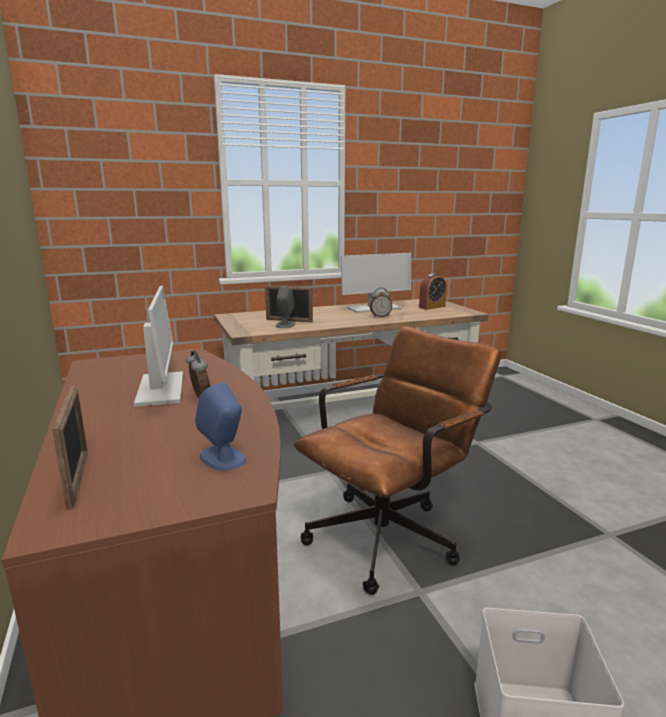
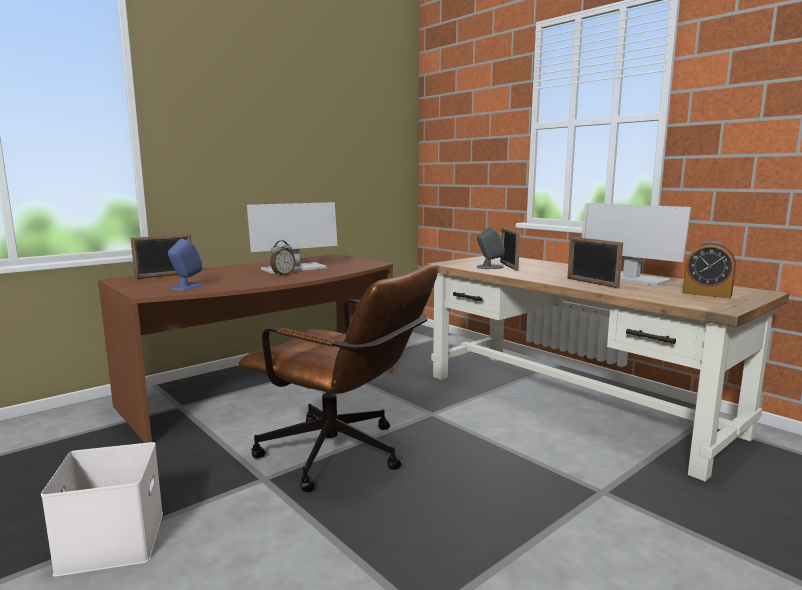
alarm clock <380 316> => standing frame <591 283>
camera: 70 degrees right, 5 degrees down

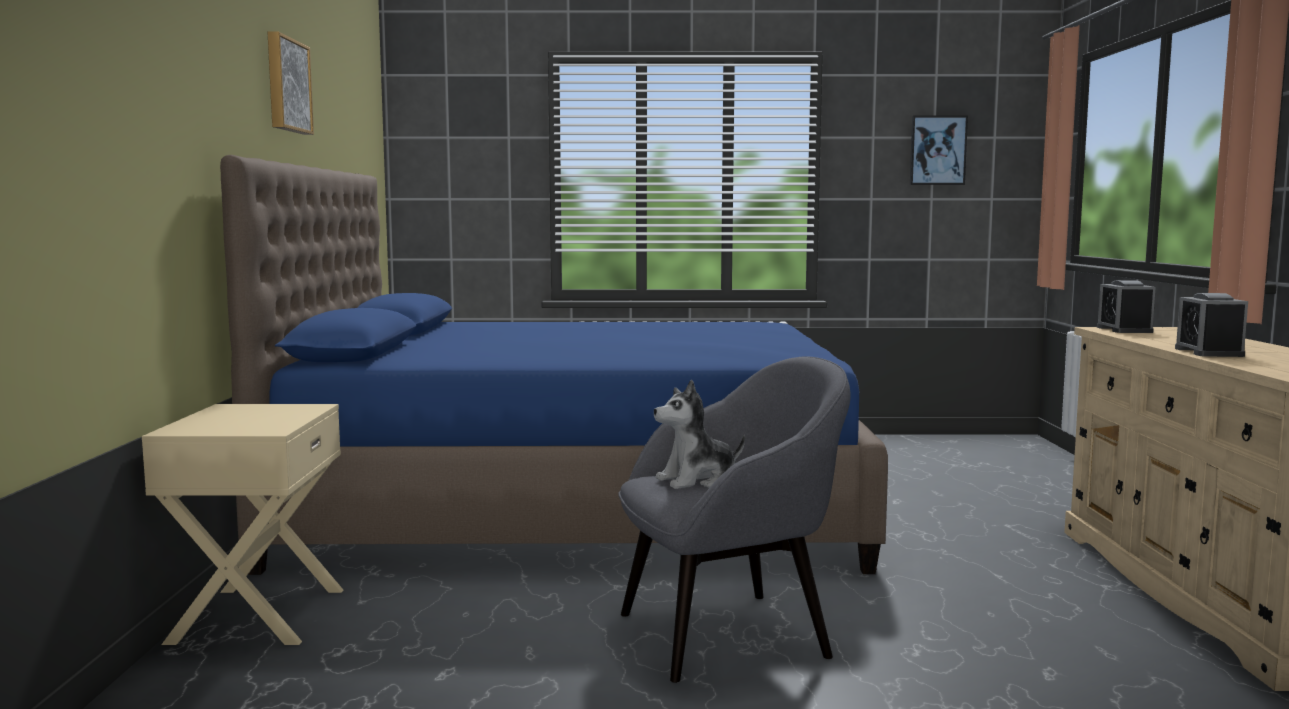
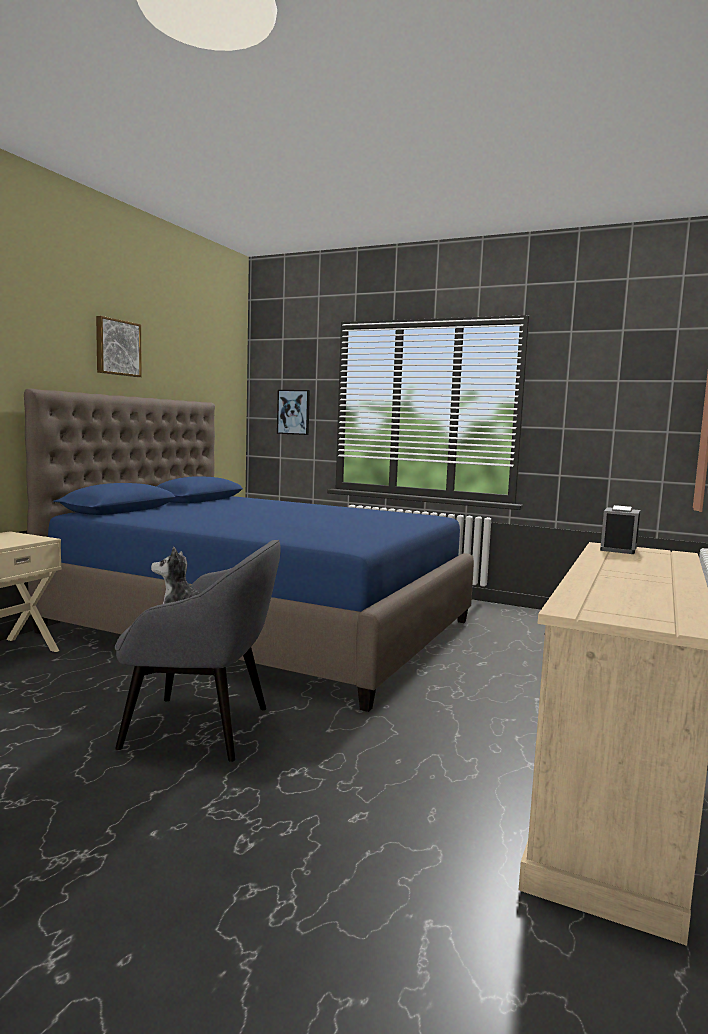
picture <937 150> => picture <293 412>, moved
alarm clock <1208 352> => nothing
camera: 25 degrees right, 0 degrees up

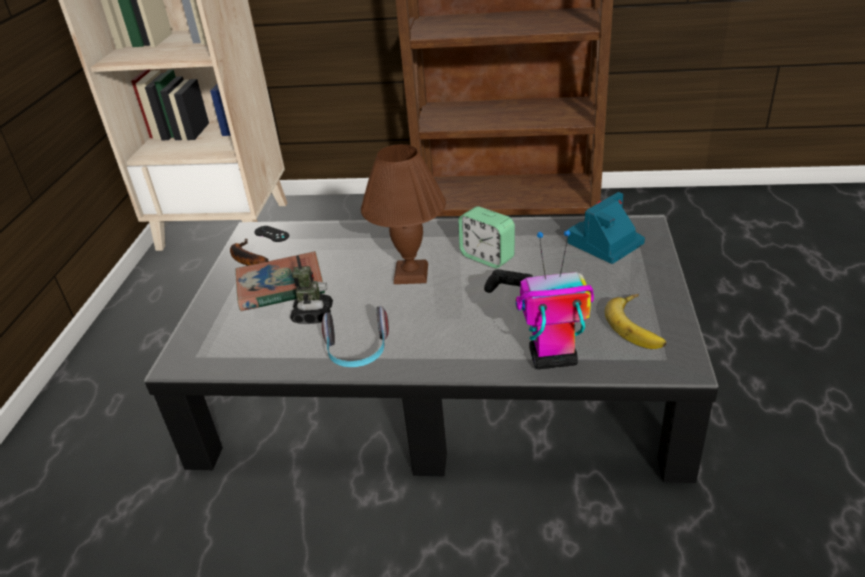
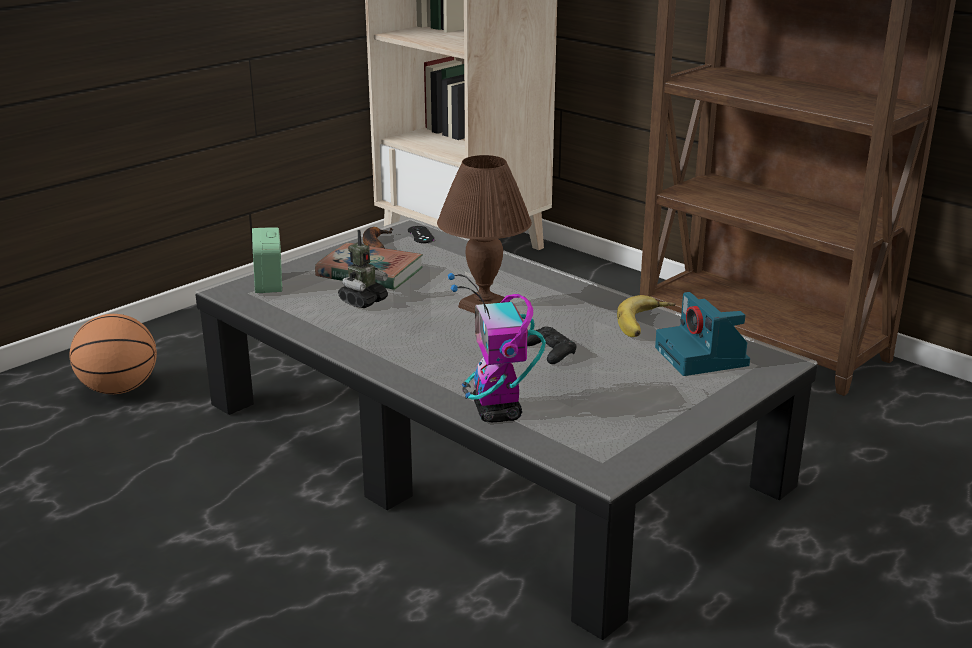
nothing => ball for basketball <119 390>
alarm clock <487 257> => alarm clock <269 284>, moved
robot figure <551 358> => robot figure <497 411>, 135 degrees counterclockwise
banana fruit <639 325> => banana fruit <646 323>, moved
still camera <605 244> => still camera <703 357>, 105 degrees counterclockwise
headset <358 352> => nothing
camera: 35 degrees right, 10 degrees down

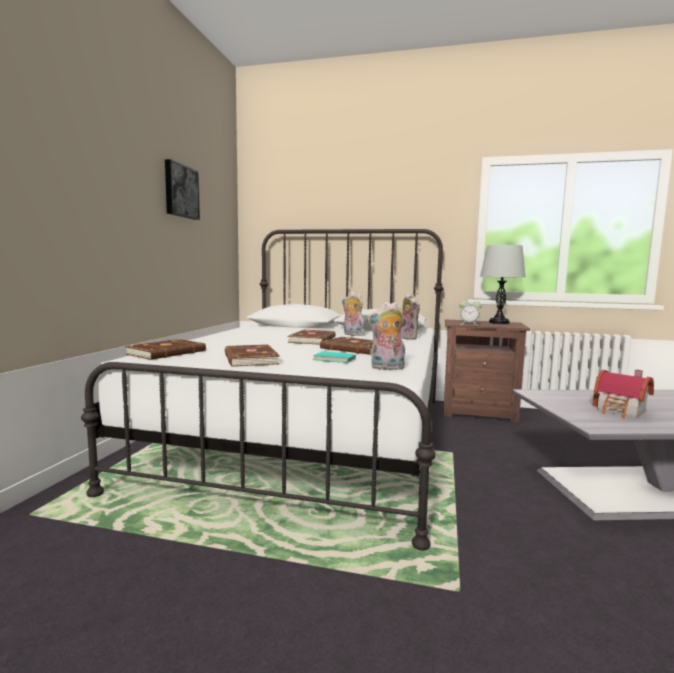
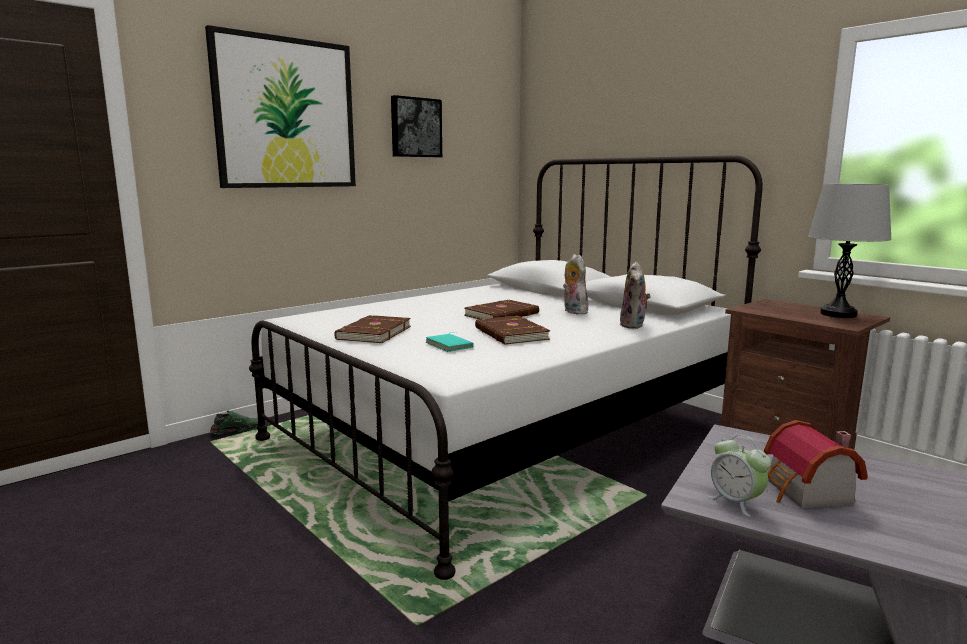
nothing => picture <286 114>
nothing => shoe/green <237 430>
alarm clock <469 324> => alarm clock <736 502>, moved
volume/brown <168 353> => nothing
plush toy <387 368> => nothing
camera: 35 degrees right, 5 degrees up

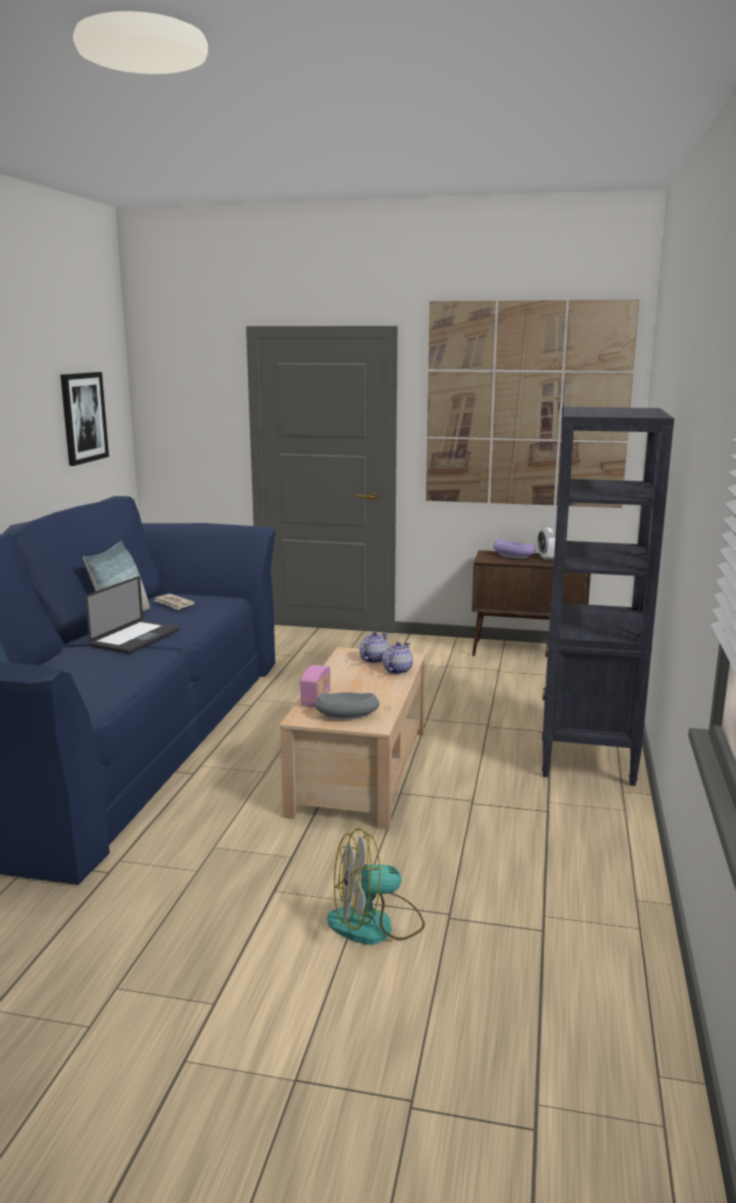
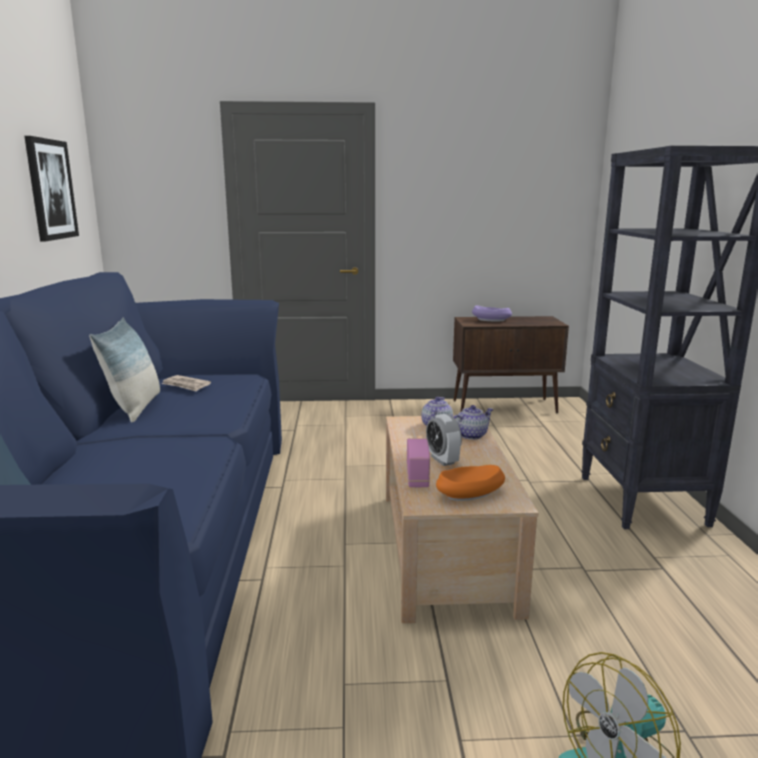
alarm clock <546 558> => alarm clock <442 460>, moved
deep dish/grey <347 716> => deep dish/orange-coloured <470 494>
tea pot <397 670> => tea pot <471 435>, 45 degrees clockwise
notebook computer <136 638> => nothing
picture <526 405> => nothing
camera: 15 degrees left, 0 degrees up

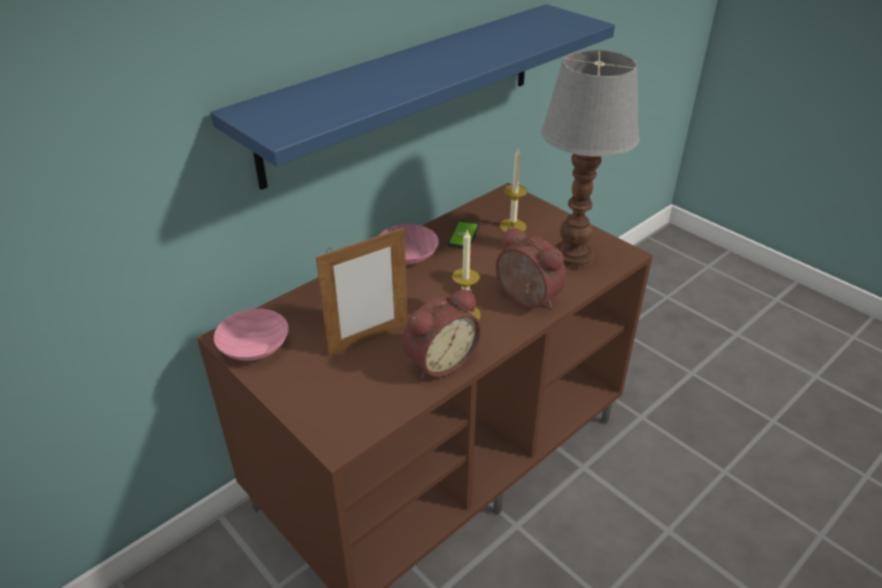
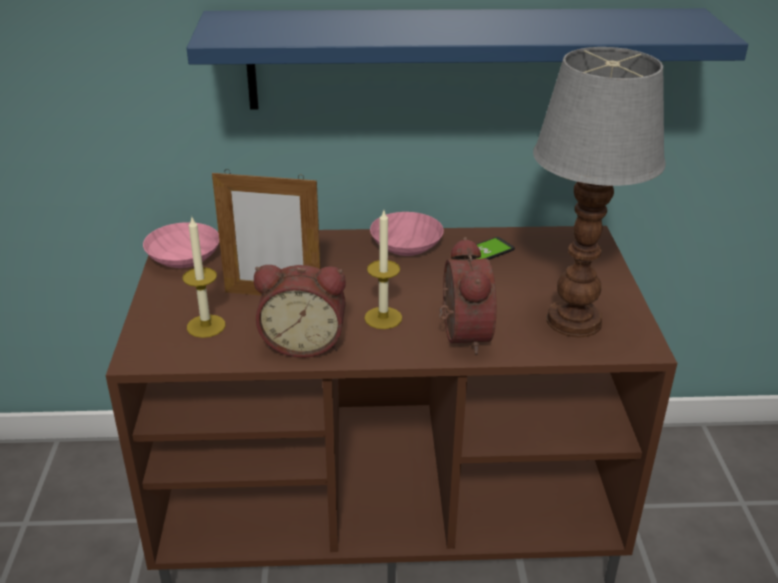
wax light <512 226> => wax light <206 326>, moved
camera: 40 degrees right, 5 degrees down

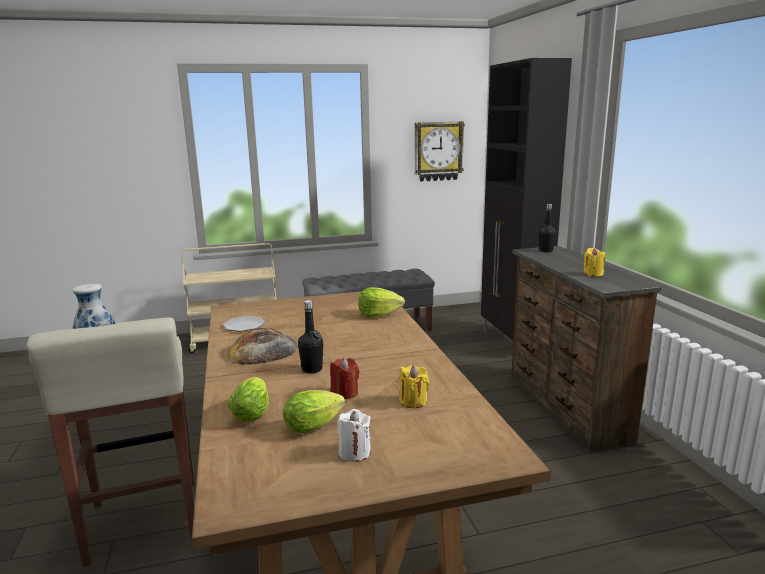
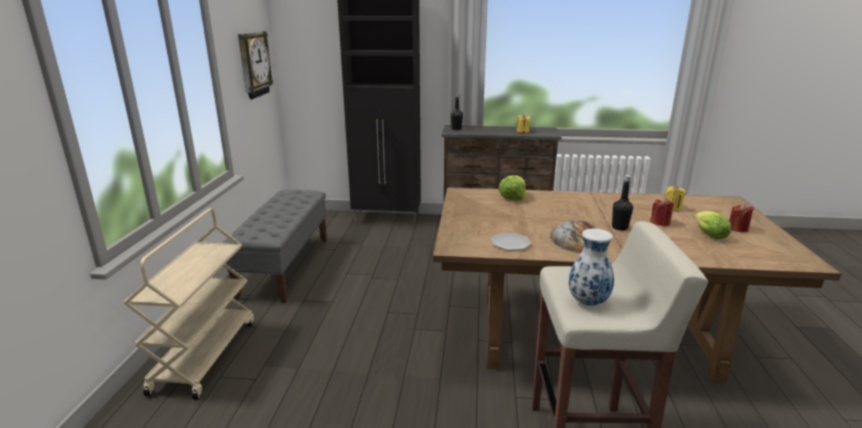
wax light/white-coloured <354 452> => wax light/red <737 229>
head of lettuce <253 412> => nothing
camera: 70 degrees left, 5 degrees up

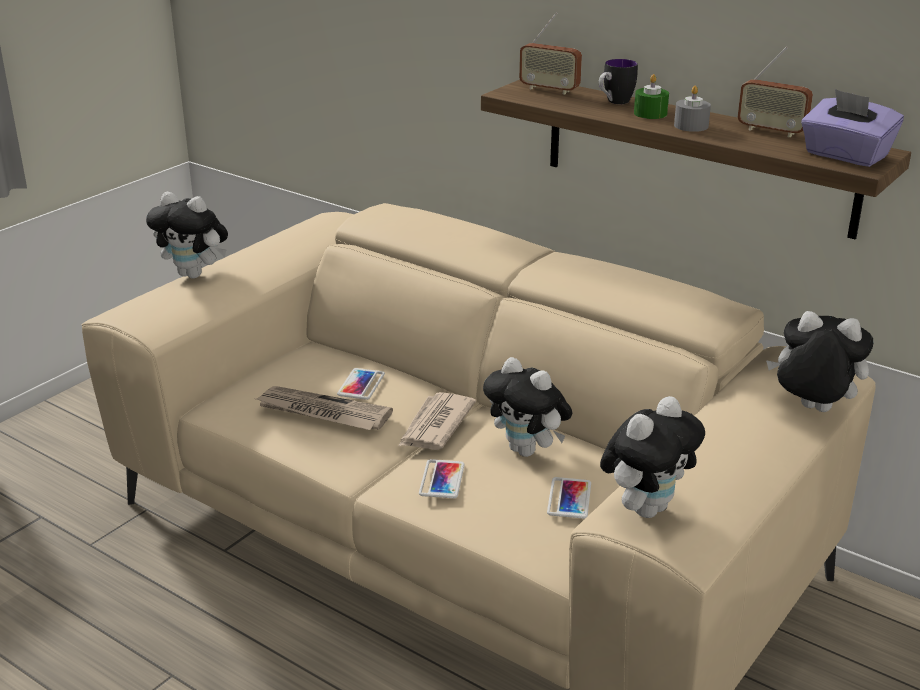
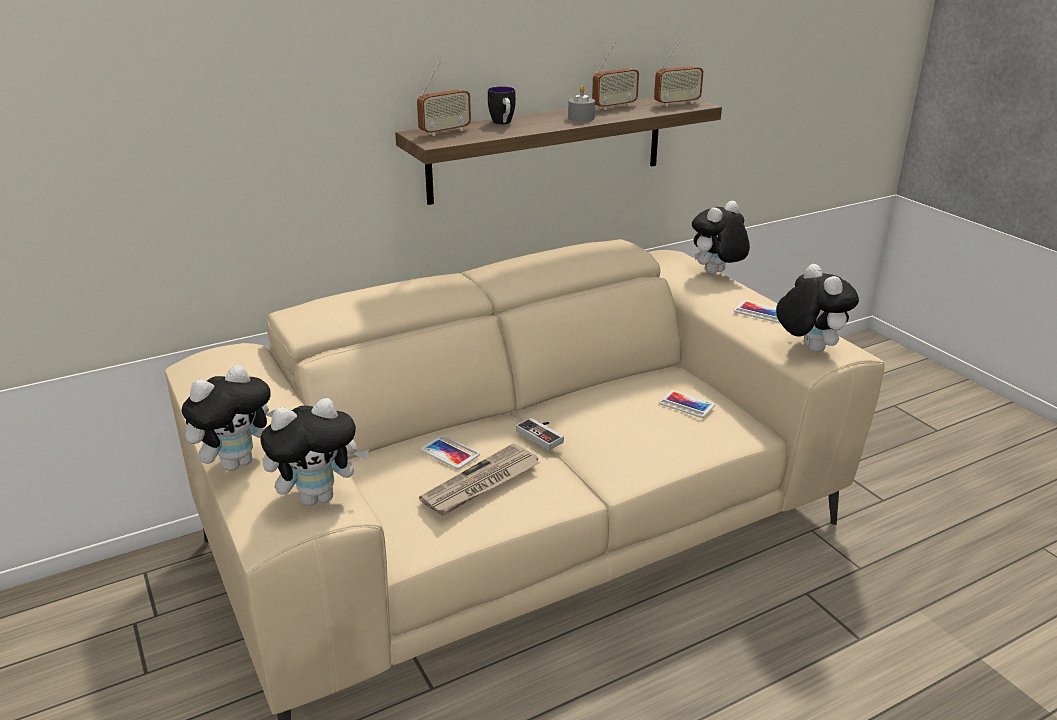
plush toy <527 450> => plush toy <319 497>, moved
daily paper <435 425> => game controller <543 434>
tissue box/purplish <845 155> => radio <676 103>
phone <442 479> => phone <760 312>, moved
wax light/green <650 113> => nothing
camera: 65 degrees left, 0 degrees up

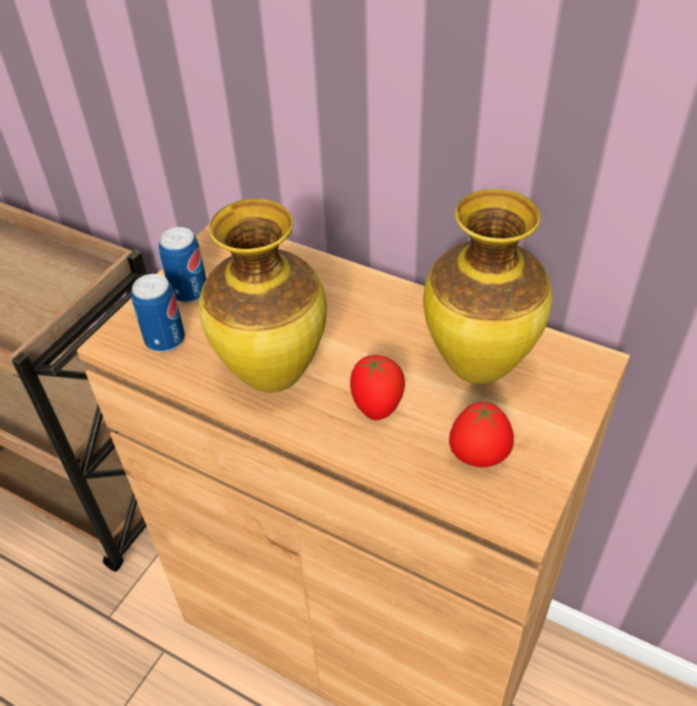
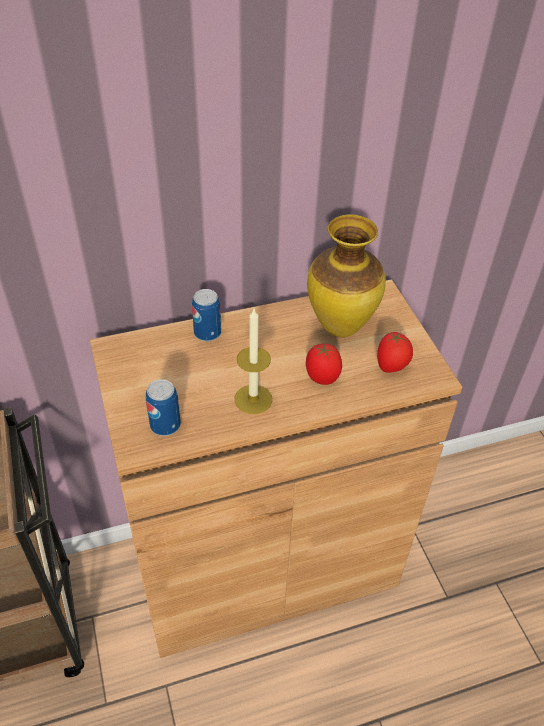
can <189 291> => can <207 333>, moved
decorative vase <275 376> => wax light <253 399>
camera: 50 degrees left, 0 degrees up

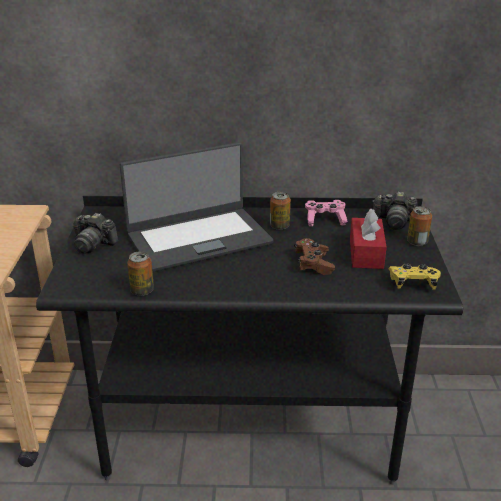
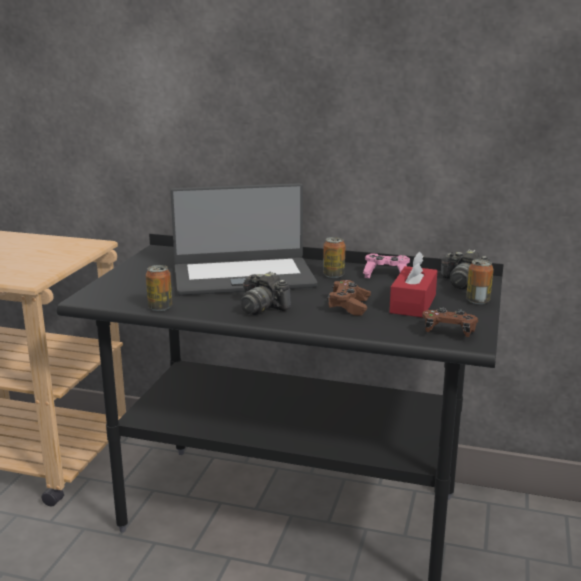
still camera <93 244> => still camera <262 308>, moved
game controller/yellowish <413 283> => game controller/brown <449 332>
camera: 15 degrees right, 10 degrees down

